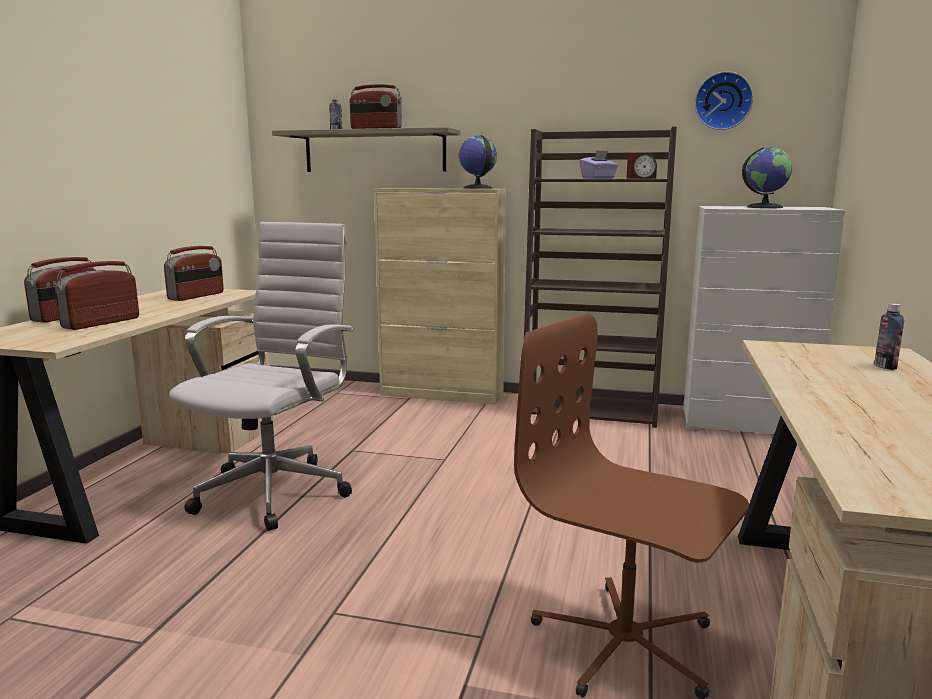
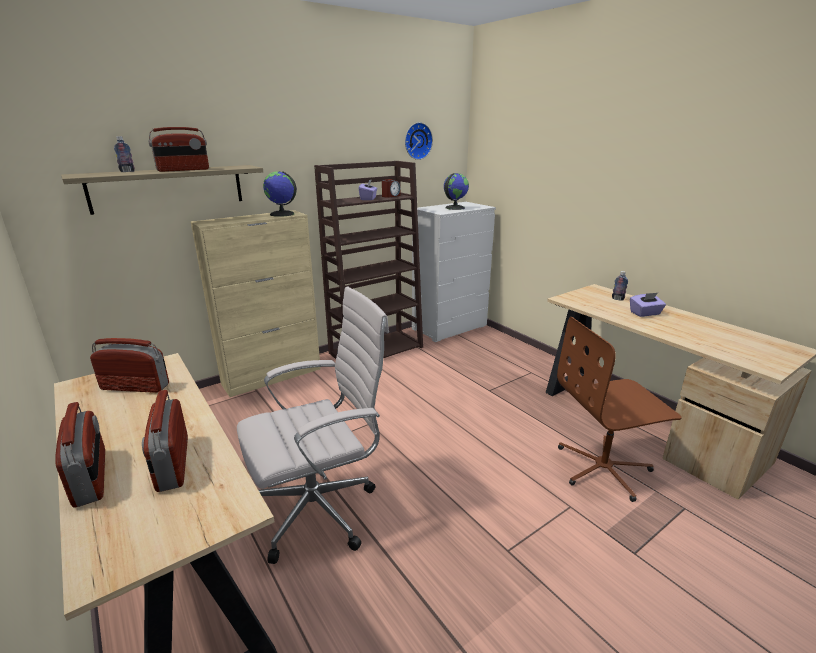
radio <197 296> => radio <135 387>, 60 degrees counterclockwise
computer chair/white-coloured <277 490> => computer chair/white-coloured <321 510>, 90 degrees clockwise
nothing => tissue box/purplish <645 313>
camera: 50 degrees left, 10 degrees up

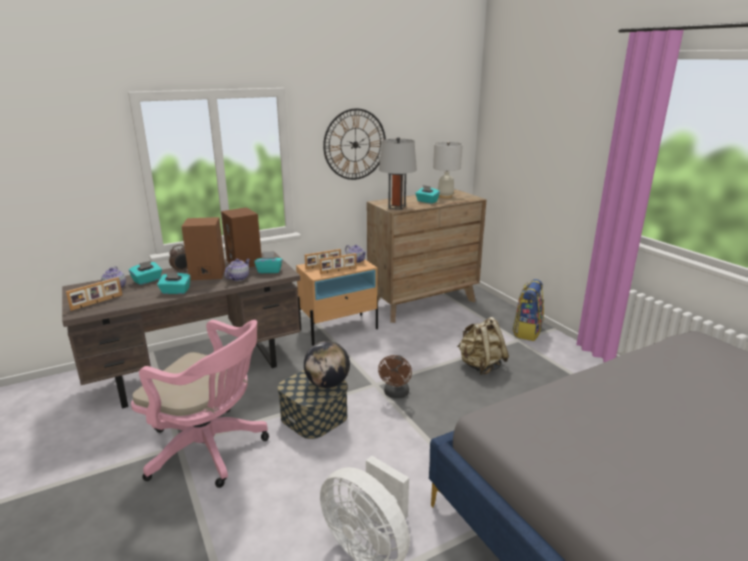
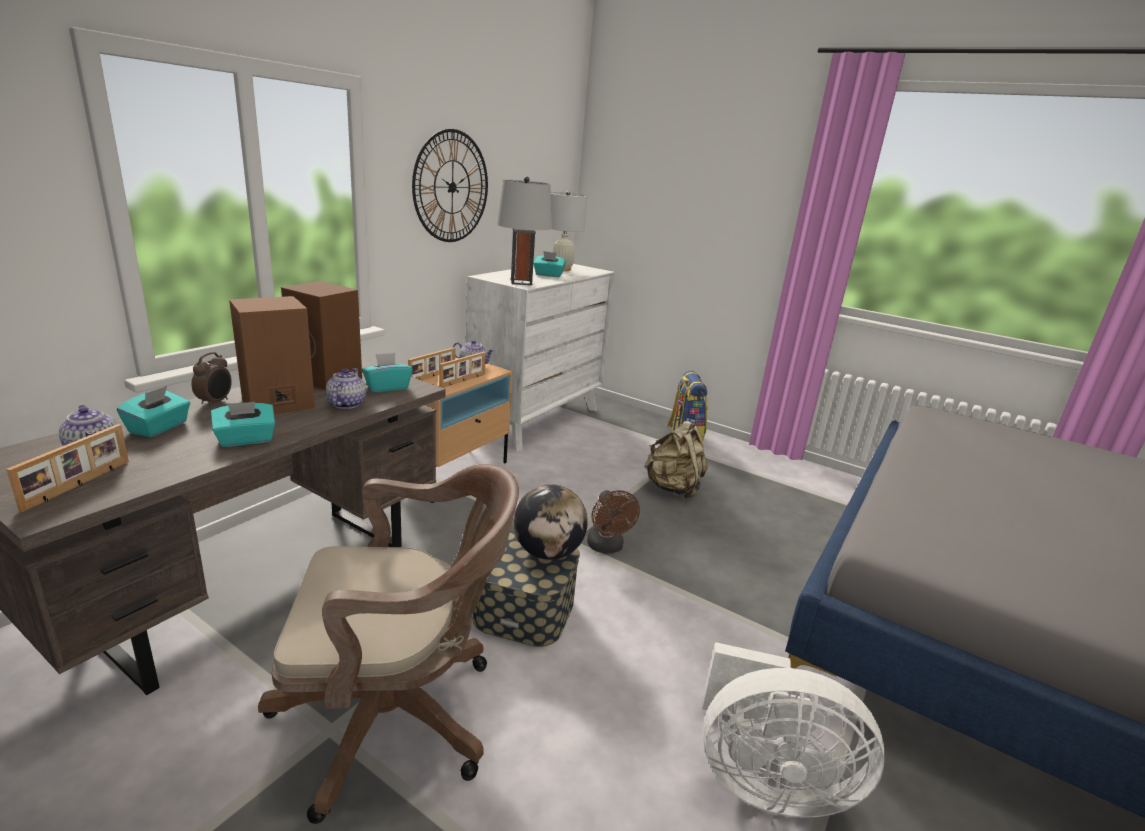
computer chair/pink <211 449> => computer chair/brown <398 716>
drawer chest/brown <423 303> => drawer chest/white-coloured <536 419>
camera: 30 degrees left, 0 degrees up

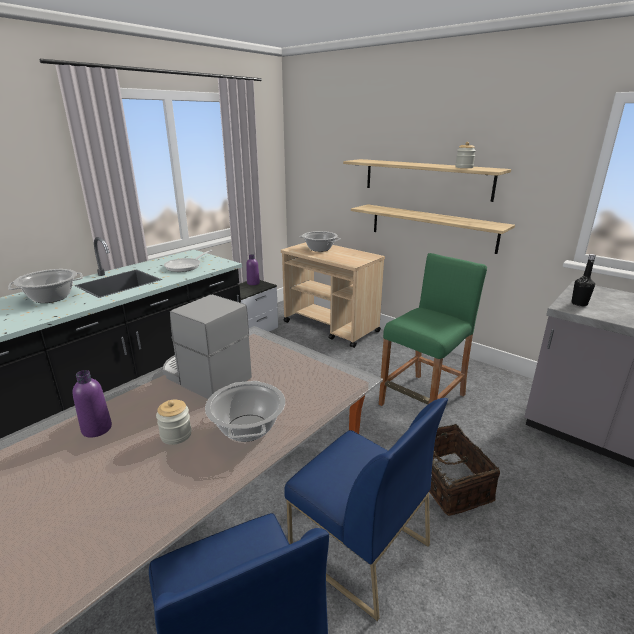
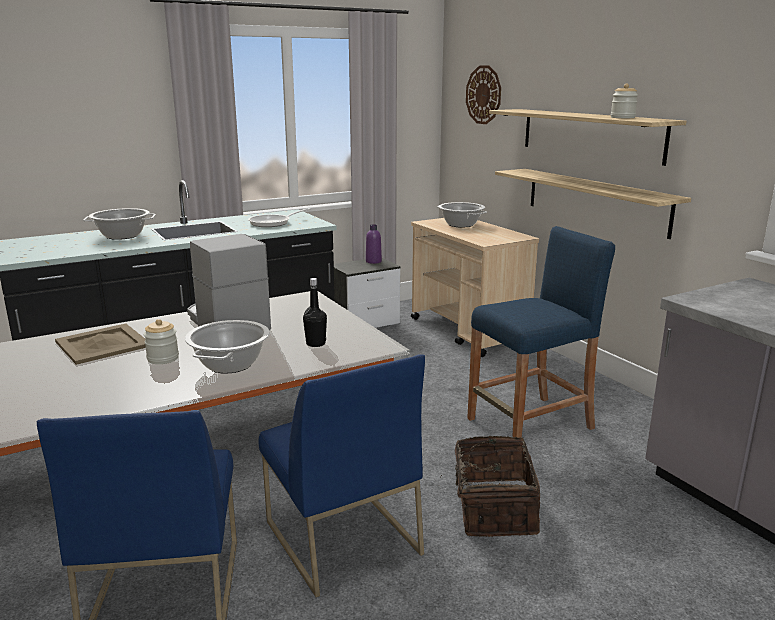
bottle/purplish <97 429> => tray/beige-coloured <102 344>
bottle/black-coloured <579 304> => bottle/black-coloured <315 343>, moved
nothing => clock on the wall <483 95>
sitting stool/green <423 400> => sitting stool/blue <531 424>
camera: 20 degrees right, 5 degrees down

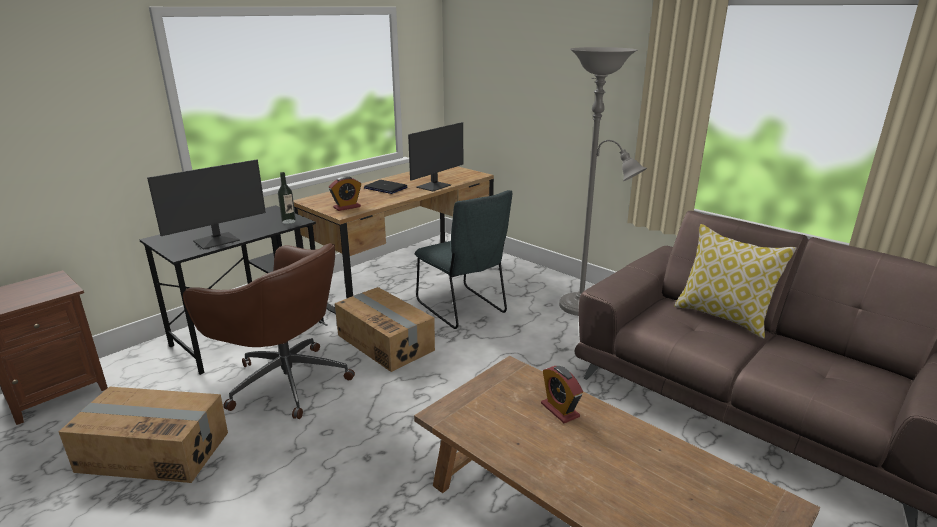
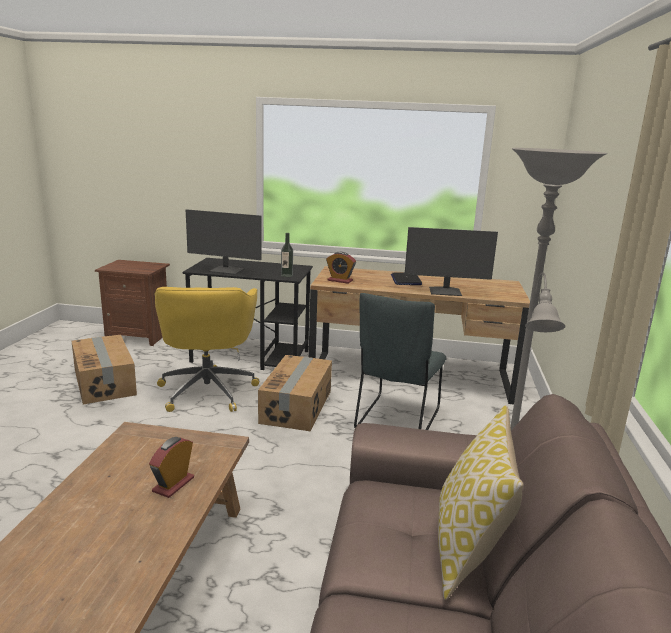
computer chair/brown <285 381> => computer chair/yellowish <208 390>
camera: 55 degrees right, 5 degrees down

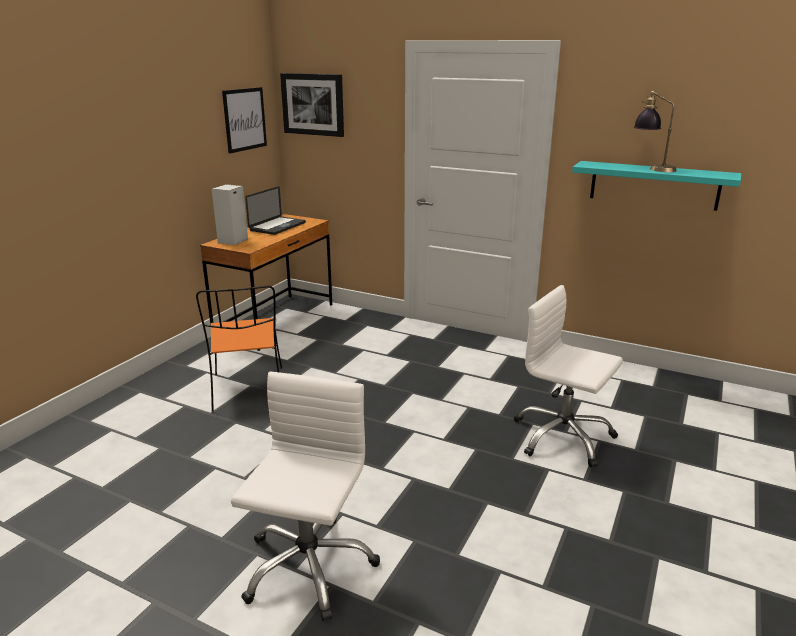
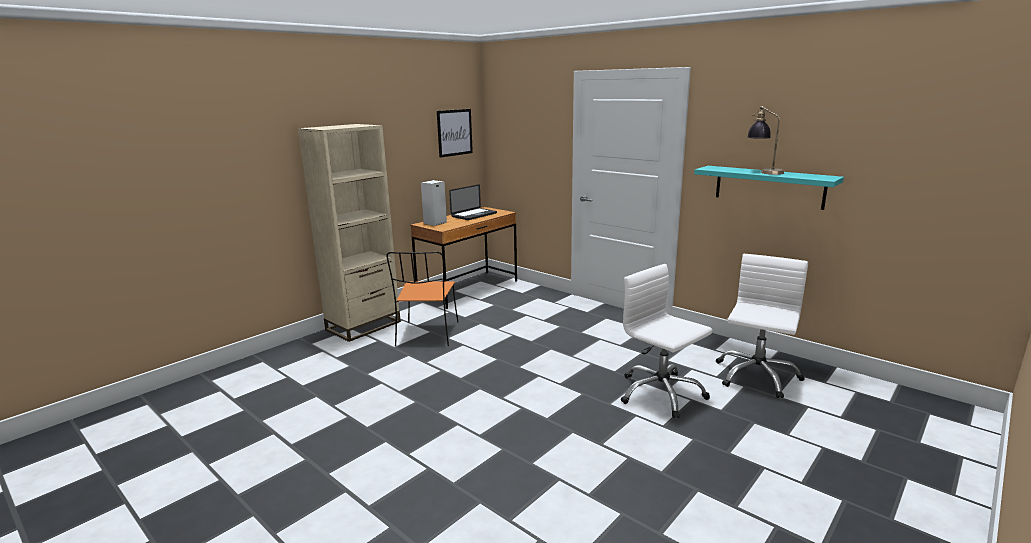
nothing => bookcase/beige-coloured <363 326>
computer chair/white-coloured <308 566> => computer chair/white-coloured <756 376>, moved
picture <313 104> => nothing
camera: 15 degrees right, 5 degrees down

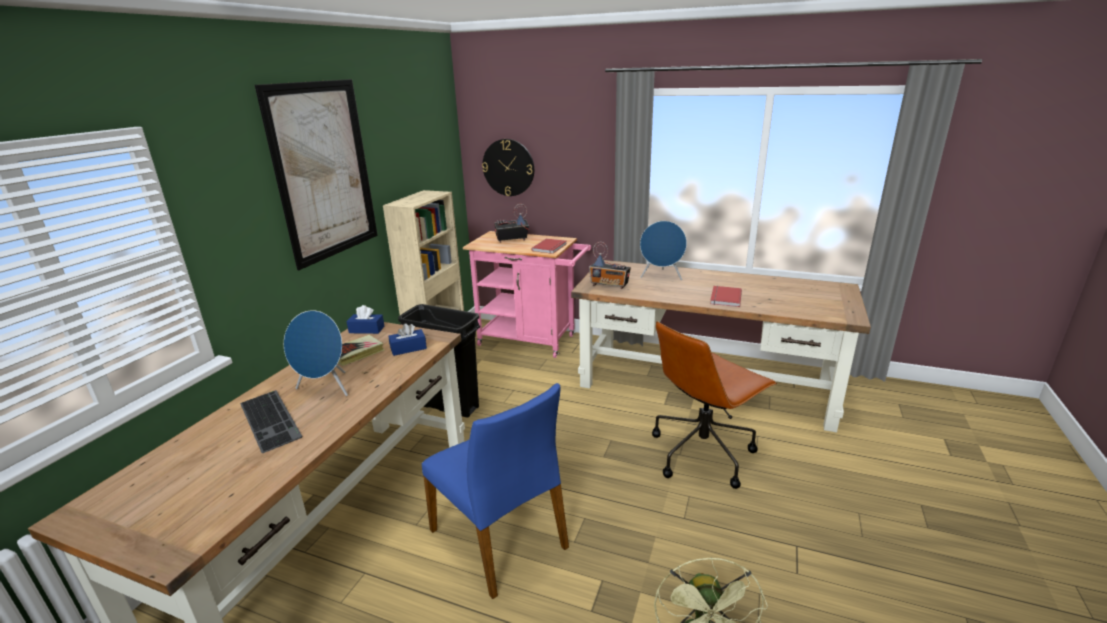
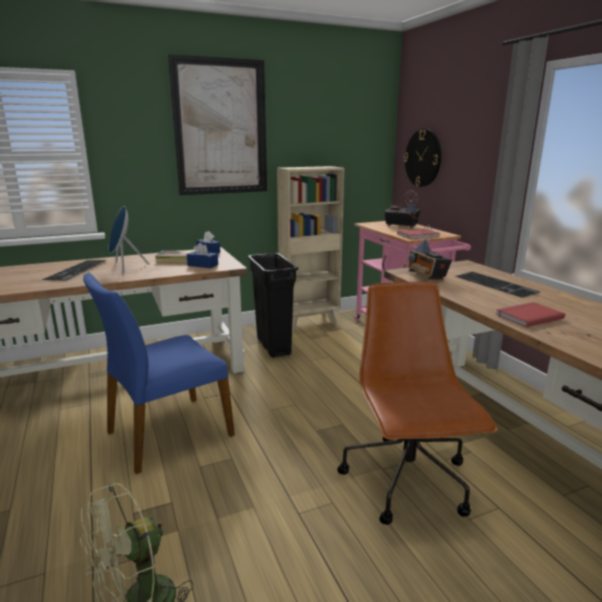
chair/blue <500 538> => chair/blue <168 433>, 45 degrees clockwise
computer chair/brown <702 452> => computer chair/brown <407 482>, 75 degrees clockwise
audio speaker/blue <661 277> => keyboard <496 284>
camera: 45 degrees right, 5 degrees down

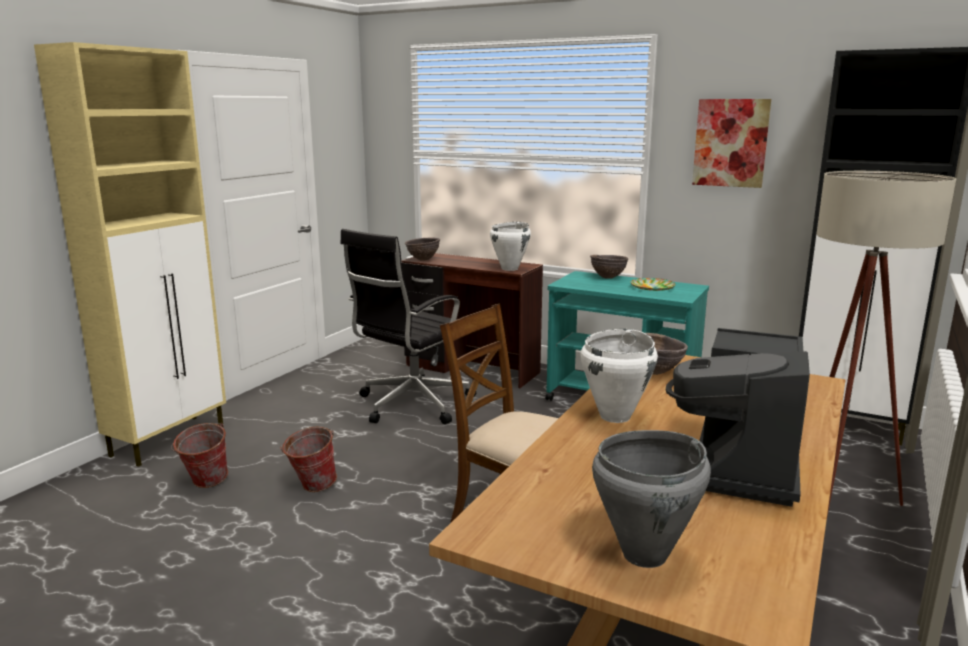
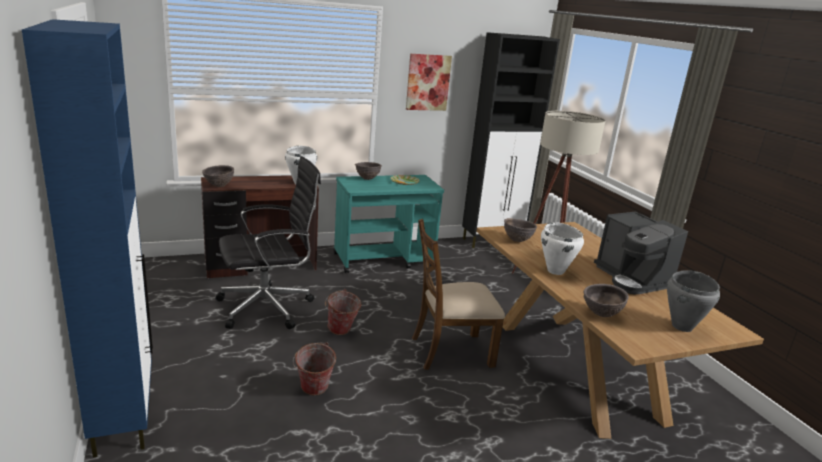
cupboard/beige-coloured <170 439> => cupboard/blue <124 415>
computer chair/black-coloured <411 405> => computer chair/black-coloured <268 307>, 105 degrees counterclockwise
bucket <204 484> => bucket <341 332>, moved
nothing => deep dish/brown <601 315>
camera: 50 degrees left, 5 degrees up

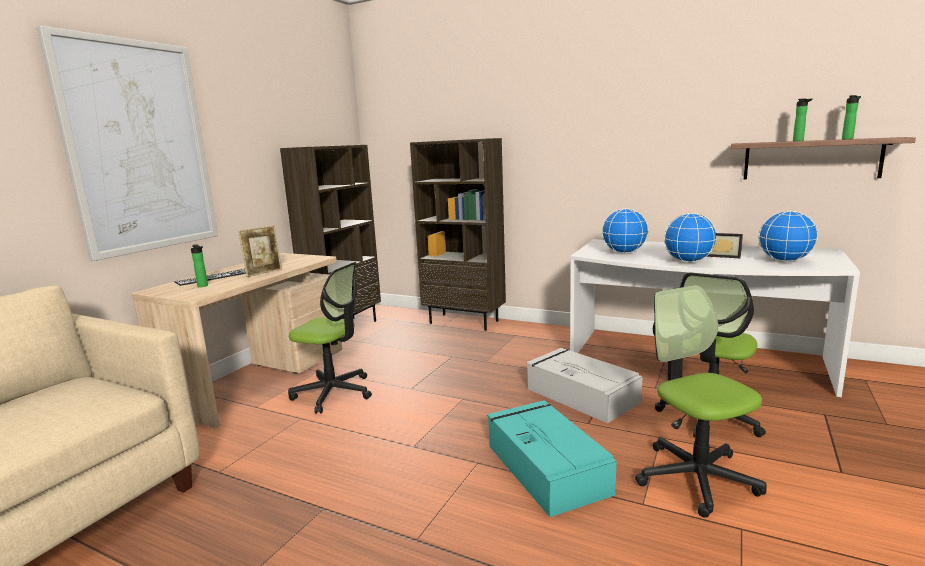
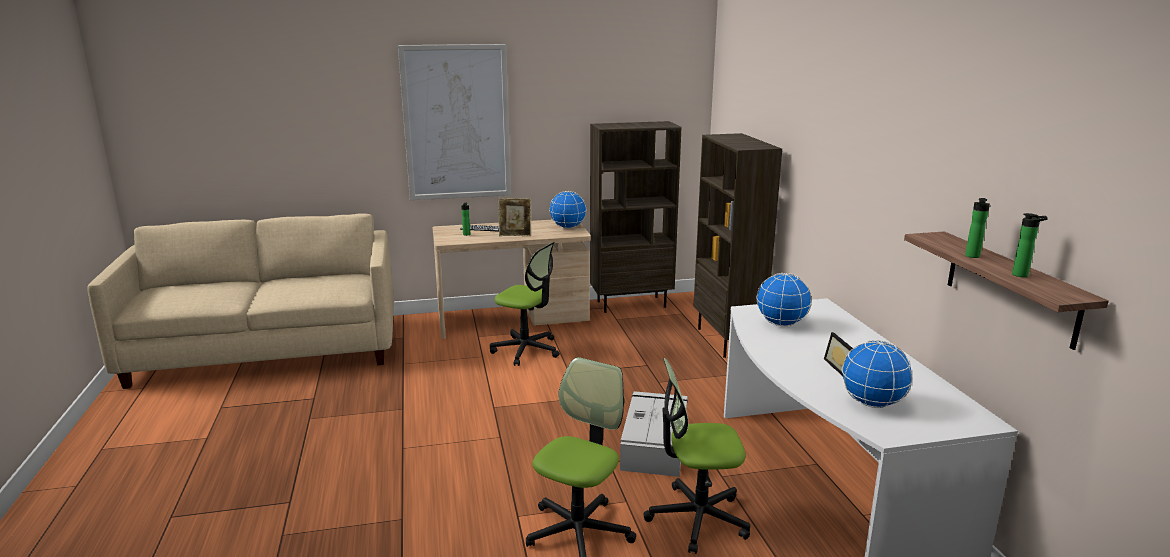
computer chair <333 393> => computer chair <526 350>, 45 degrees counterclockwise
desk globe <687 261> => desk globe <567 227>, moved
storage box/turquoise-coloured <545 467> => nothing
camera: 50 degrees right, 5 degrees up

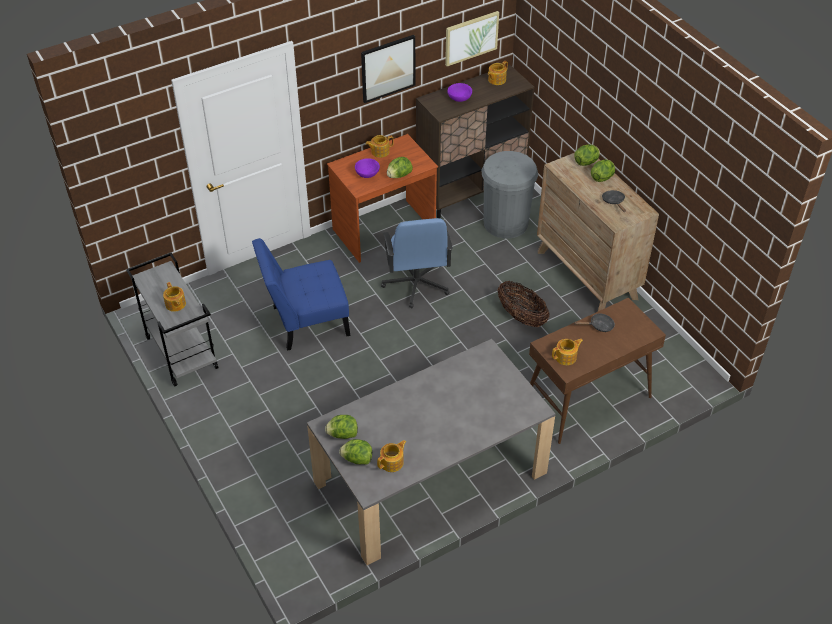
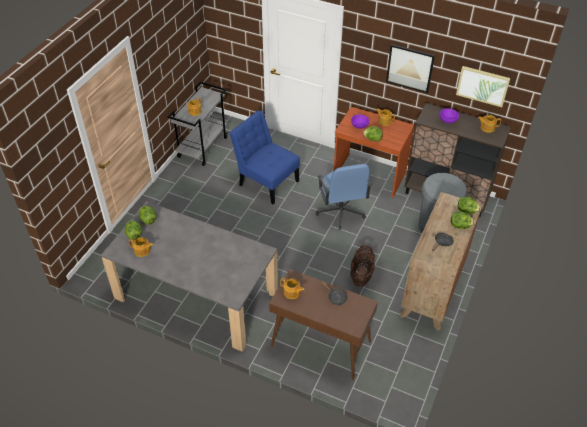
computer chair/blue <416 284> => computer chair/blue <340 212>, 60 degrees counterclockwise
camera: 55 degrees right, 0 degrees up

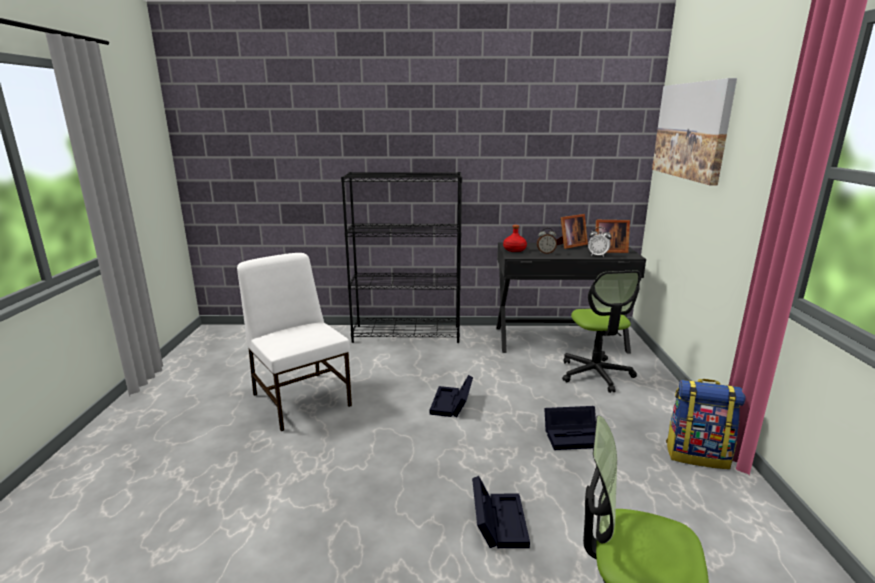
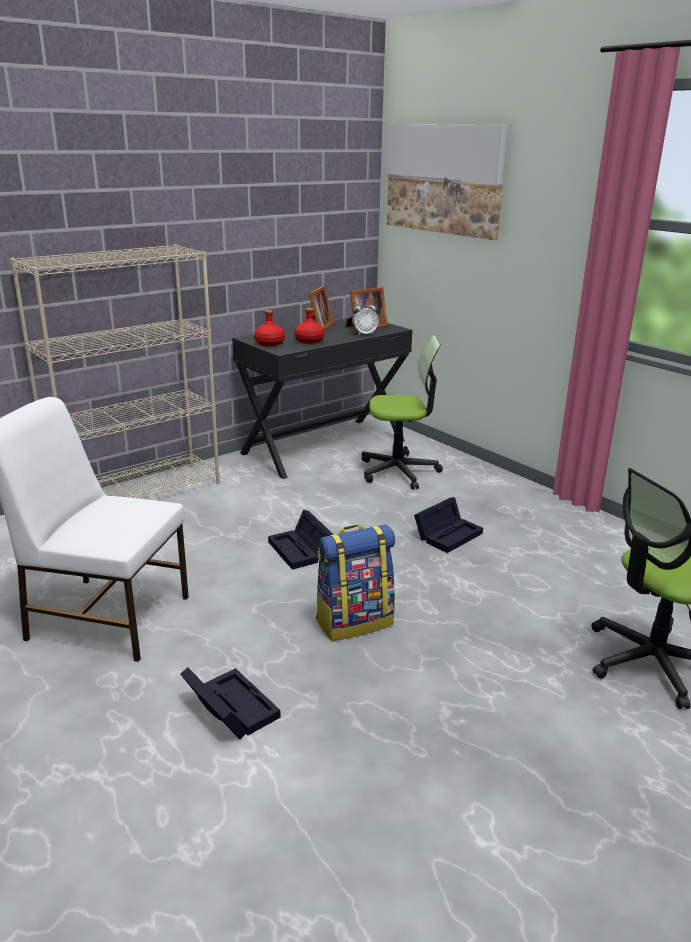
bookcase/black-coloured <407 334> => bookcase/beige-coloured <138 492>
storage box/black-coloured <498 520> => storage box/black-coloured <229 708>, moved
alarm clock <545 253> => bottle/red <309 341>
rucksack <697 455> => rucksack <354 621>, moved
computer chair <595 374> => computer chair <399 471>, 45 degrees counterclockwise
camera: 40 degrees left, 5 degrees up

